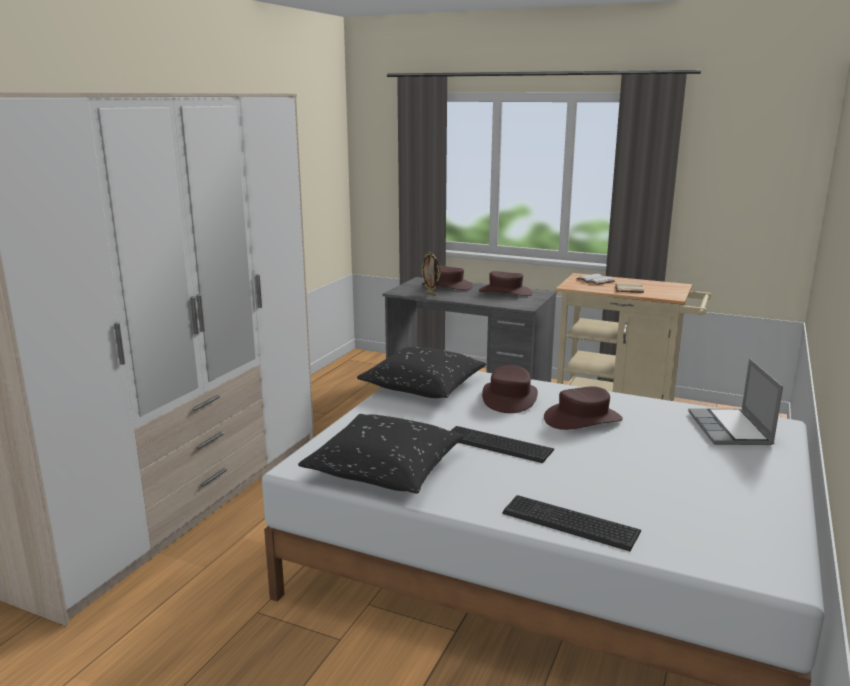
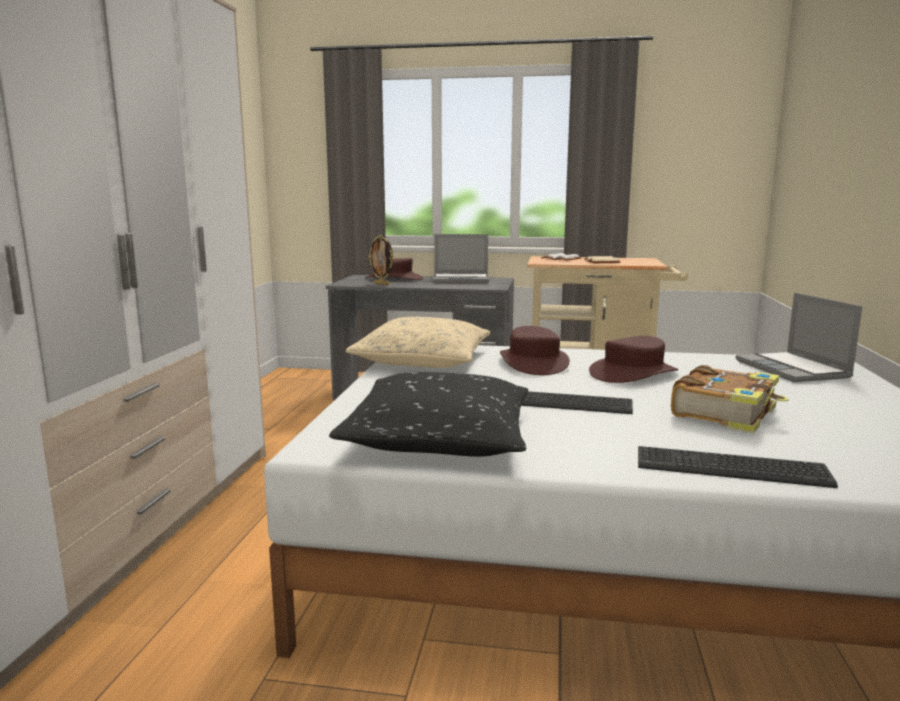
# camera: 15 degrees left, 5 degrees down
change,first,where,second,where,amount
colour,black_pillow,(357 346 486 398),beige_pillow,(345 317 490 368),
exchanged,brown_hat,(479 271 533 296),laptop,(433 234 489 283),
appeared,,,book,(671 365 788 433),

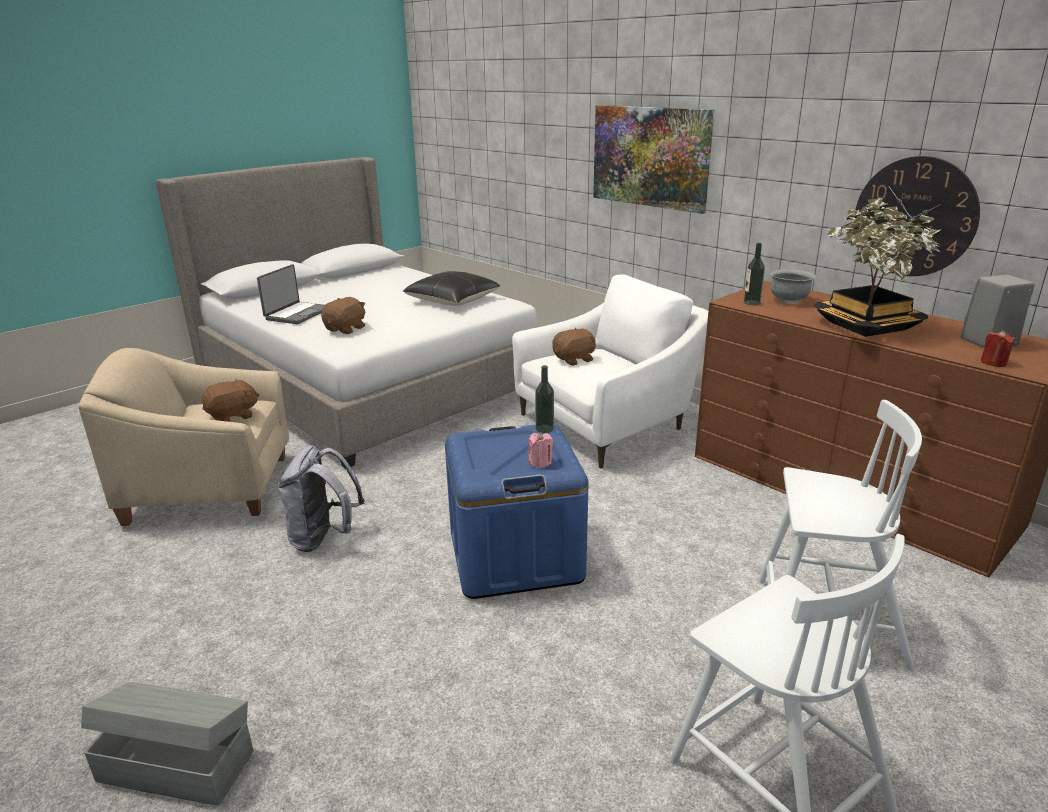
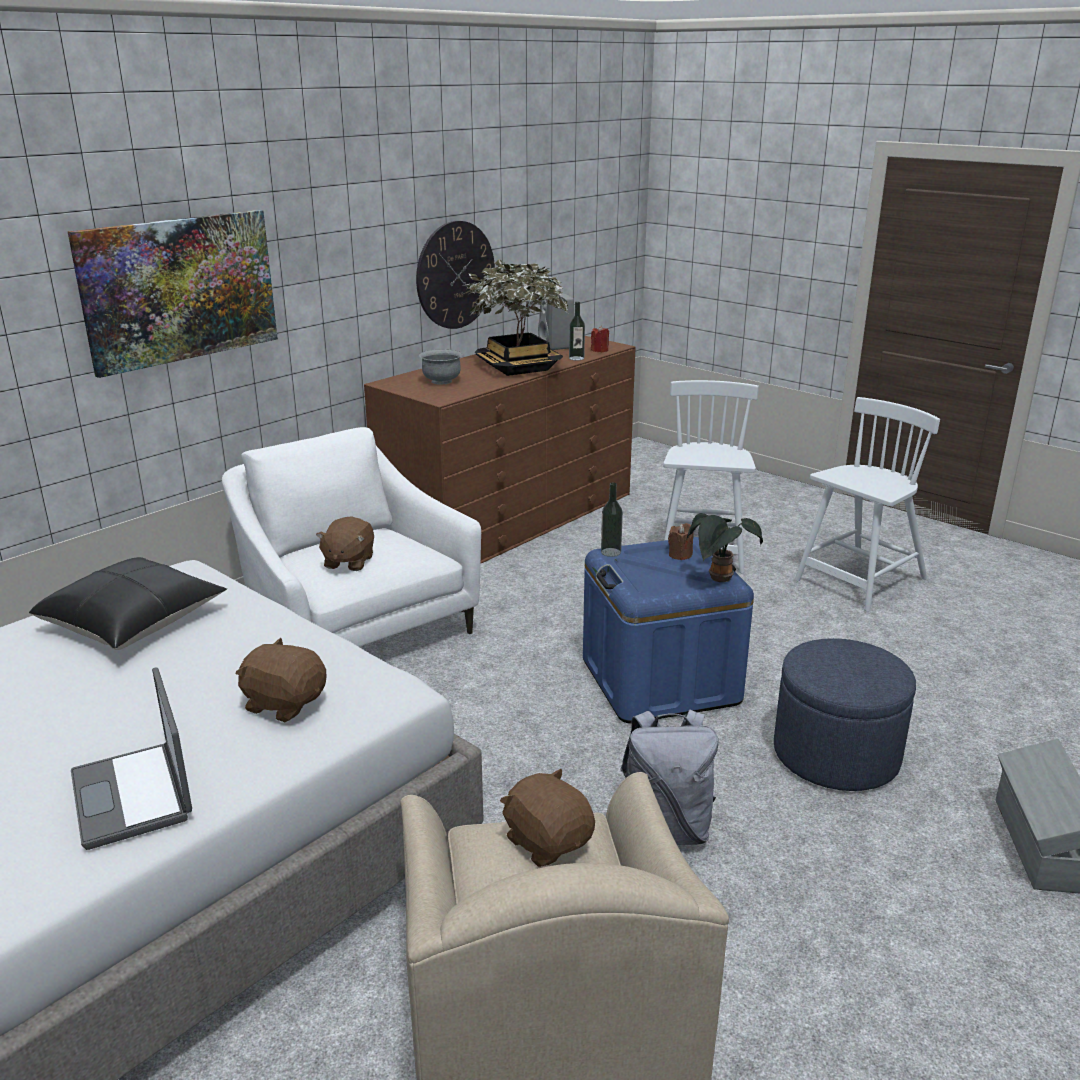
# camera: 95 degrees left, 0 degrees up
change,first,where,second,where,amount
spun,laptop,(257 264 324 324),,(71 667 192 850),135 degrees counterclockwise
colour,pink_candle,(528 432 553 468),brown_candle,(668 523 694 560),
spun,brown_plush_toy,(552 328 596 366),,(316 516 374 571),135 degrees counterclockwise
relocated,bottle,(744 243 765 305),,(569 302 585 360),
appeared,,,potted_plant,(687 513 763 582),
appeared,,,blue_ottoman,(774 638 916 791),

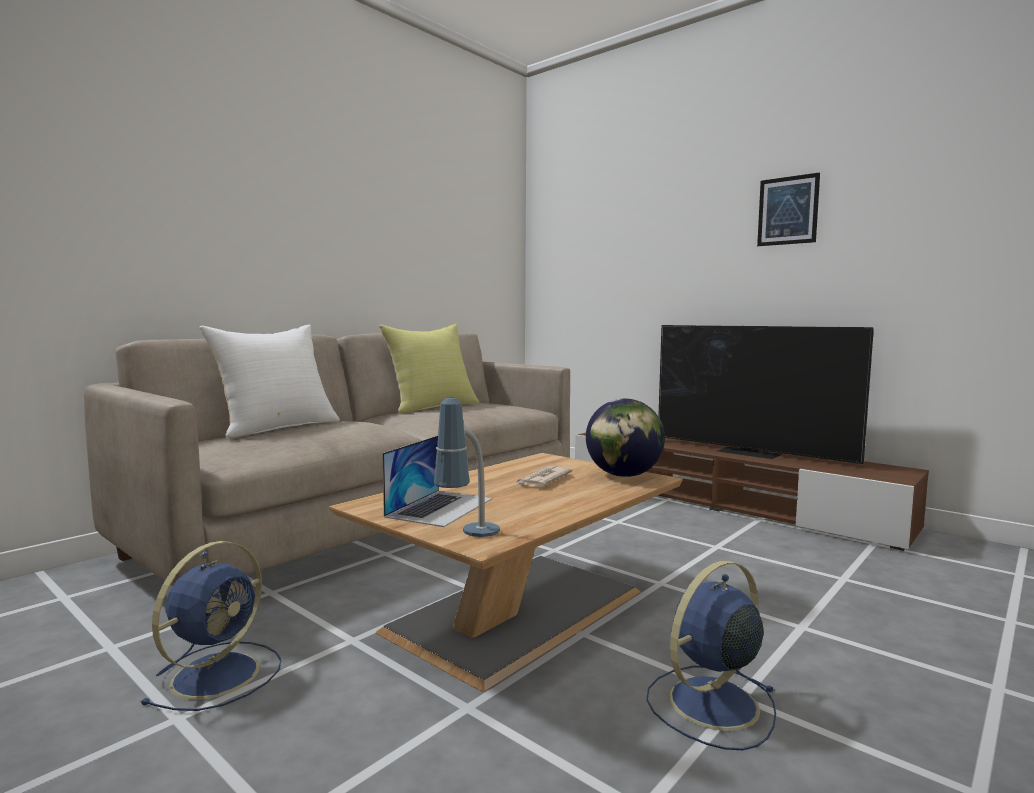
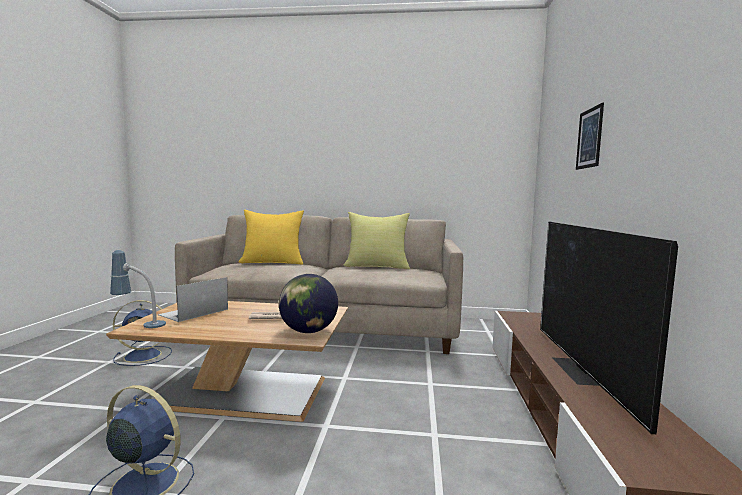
# camera: 55 degrees right, 0 degrees up
change,first,where,second,where,amount
colour,white_pillow,(199 324 340 438),yellow_pillow,(239 210 304 265),
spun,laptop,(382 436 492 527),,(158 277 228 322),135 degrees clockwise
relocated,picture,(757 172 820 246),,(576 103 604 170),

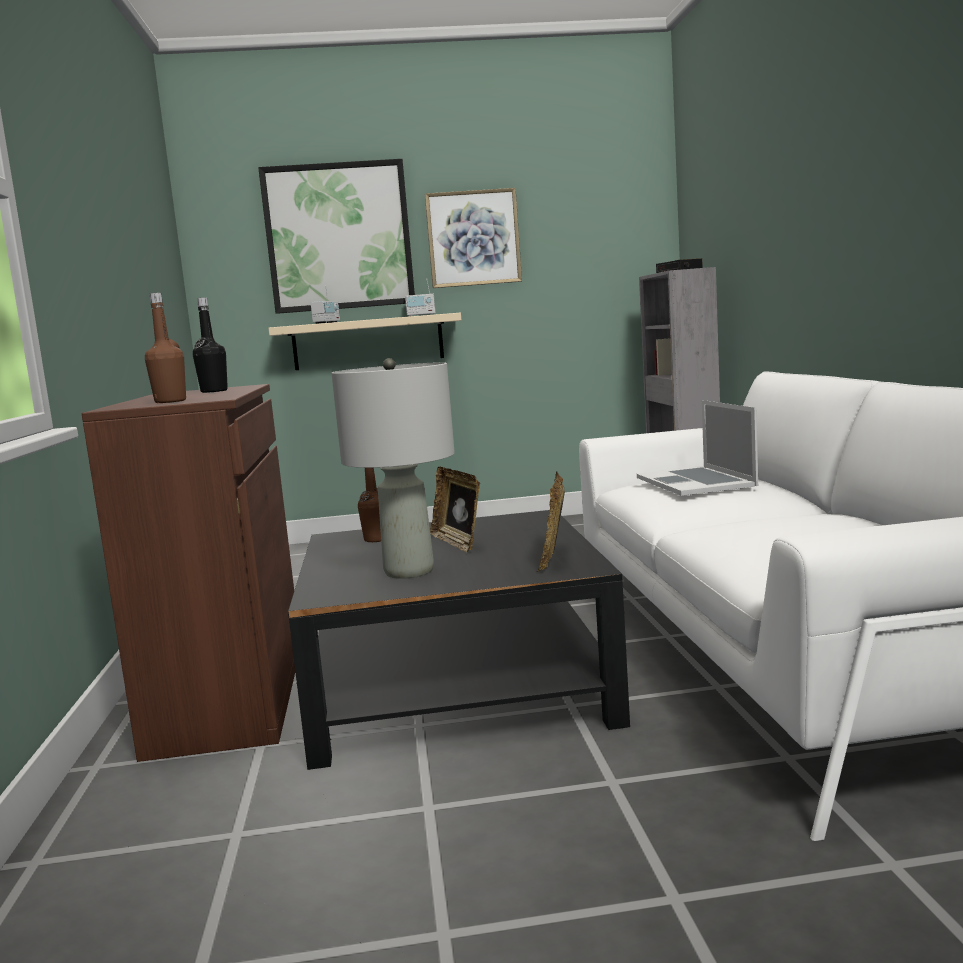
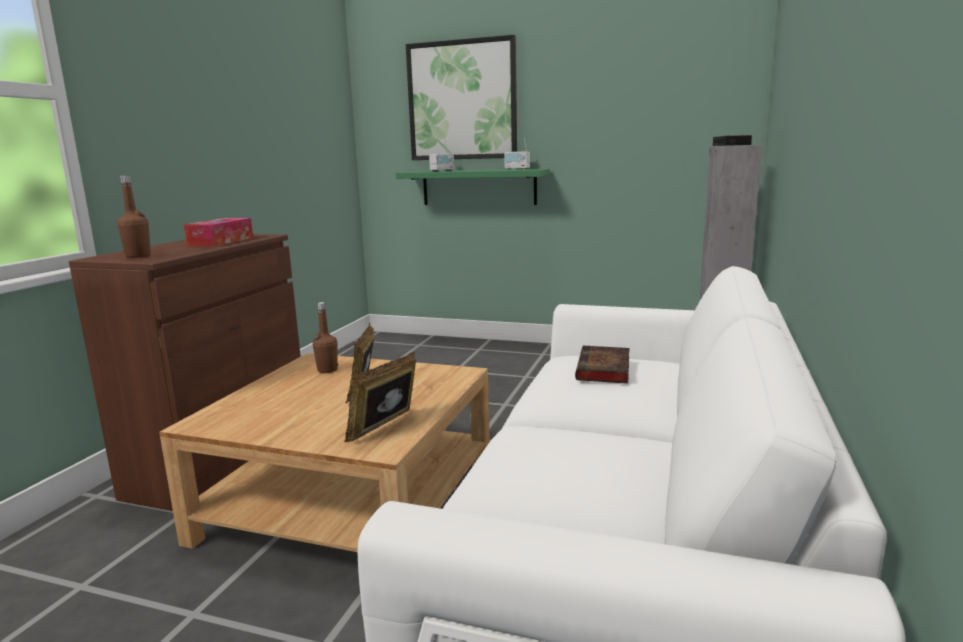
# camera: 25 degrees right, 5 degrees up
change,first,where,second,where,amount
exchanged,black_bottle,(193 298 228 393),tissue_box,(184 218 253 247),
colour,beige_shelf,(268 313 461 370),green_shelf,(396 169 550 205),
colour,black_coffee_table,(288 510 630 770),beige_coffee_table,(159 353 490 552),
missing,grey_table_lamp,(332 358 455 579),,,
missing,picture,(425 188 522 288),,,
exchanged,laptop,(637 400 758 496),book,(575 346 630 384),

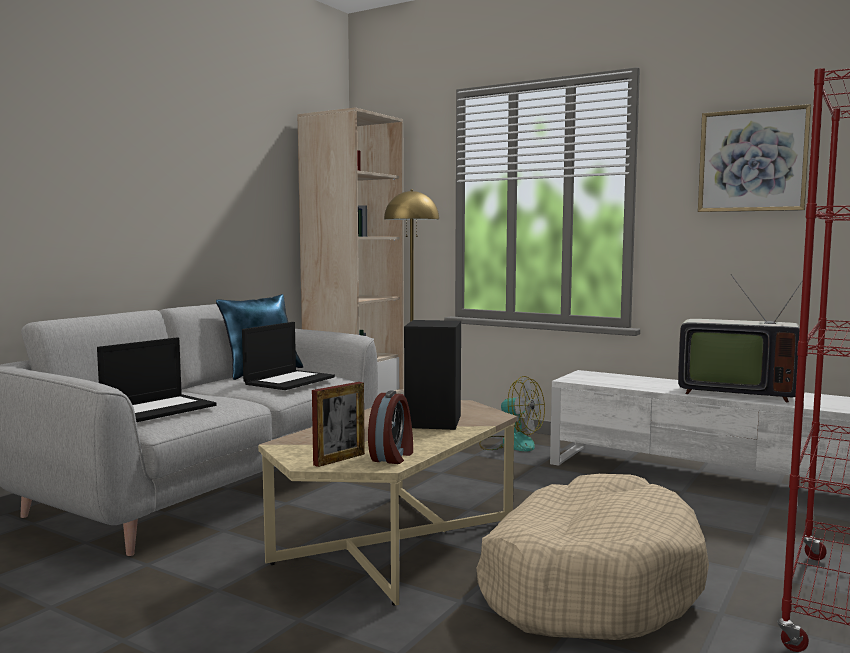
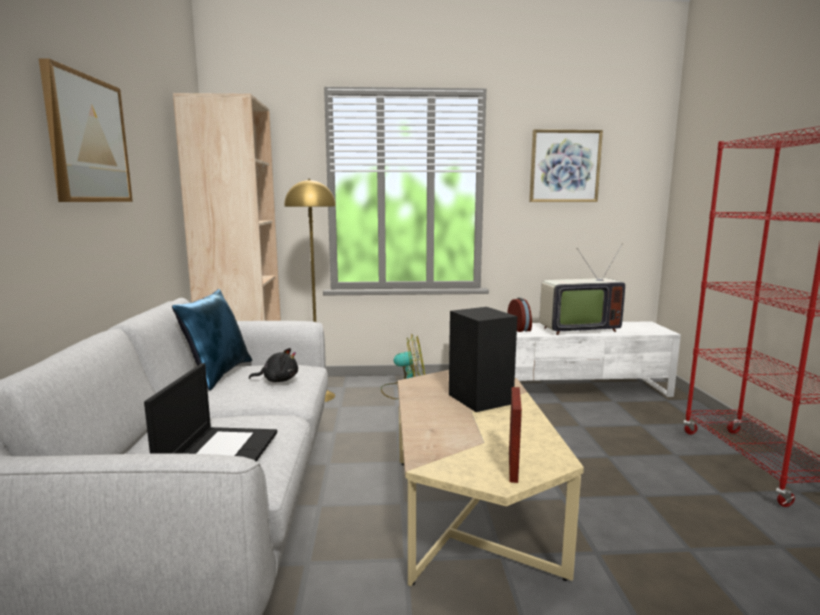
# camera: 35 degrees left, 5 degrees up
change,first,where,second,where,amount
exchanged,laptop,(242 322 335 390),black_plush_toy,(249 348 298 382),
relocated,alarm_clock,(368 390 413 464),,(507 297 532 332),
missing,beige_dog_bed,(477 474 709 640),,,
appeared,,,picture,(39 58 133 202),

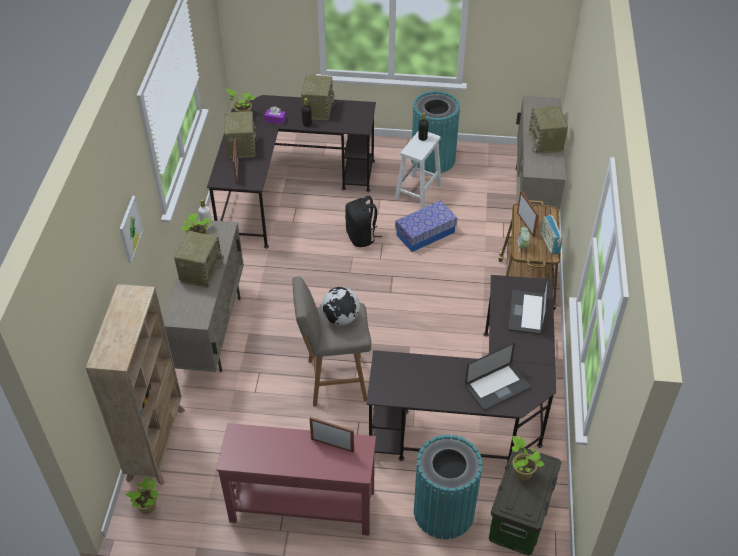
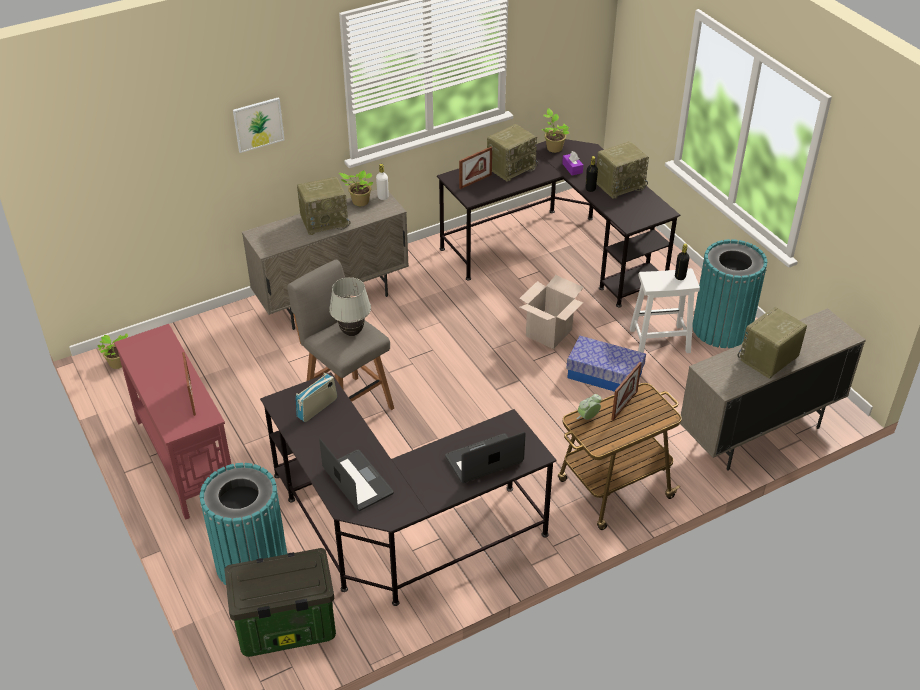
# camera: 55 degrees right, 5 degrees down
change,first,where,second,where,amount
missing,beige_bookcase,(86 284 185 485),,,
exchanged,globe,(322 287 360 325),white_table_lamp,(329 277 371 336),
exchanged,black_backpack,(345 196 382 247),cardboard_box,(519 275 584 349),
spun,laptop,(465 343 530 410),,(319 439 394 511),150 degrees counterclockwise
missing,potted_plant,(512 436 544 480),,,
relocated,radio,(540 215 563 255),,(296 373 337 422),

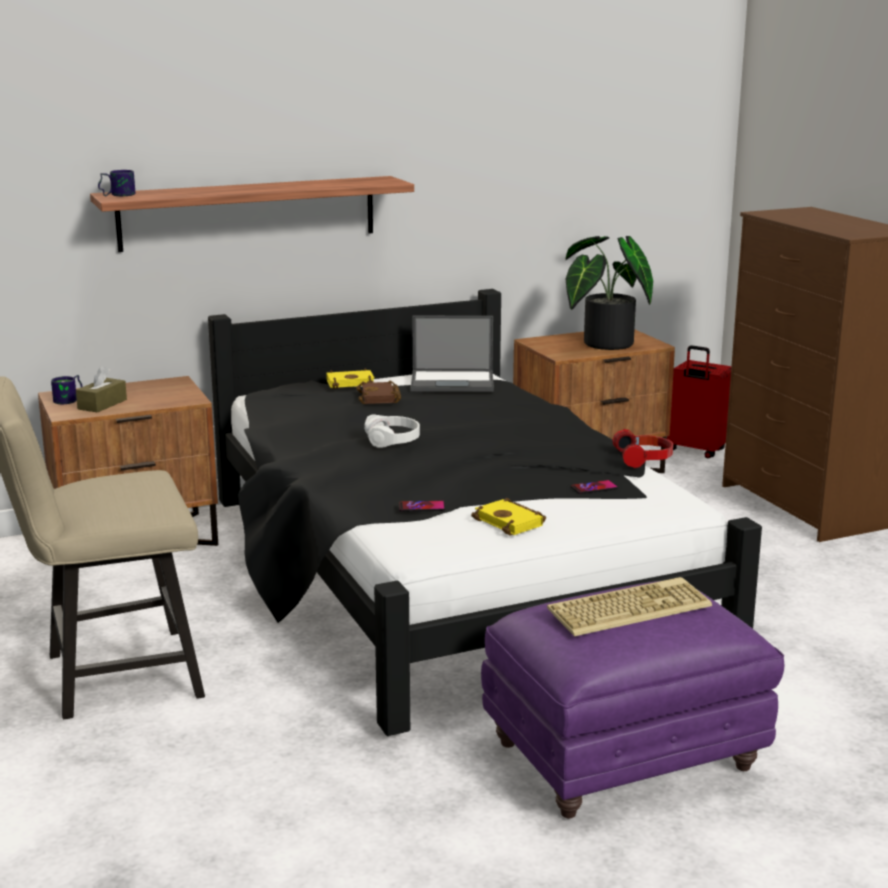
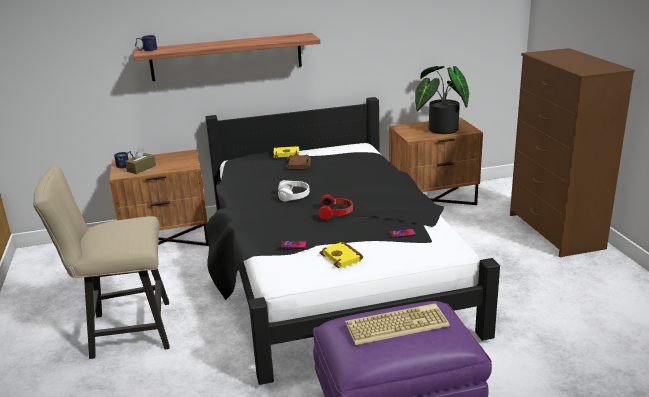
# camera: 10 degrees right, 5 degrees up
change,first,where,second,where,amount
missing,laptop,(410 316 494 392),,,
relocated,headphones,(612 429 673 468),,(318 194 353 220),
missing,red_suitcase,(667 345 731 458),,,

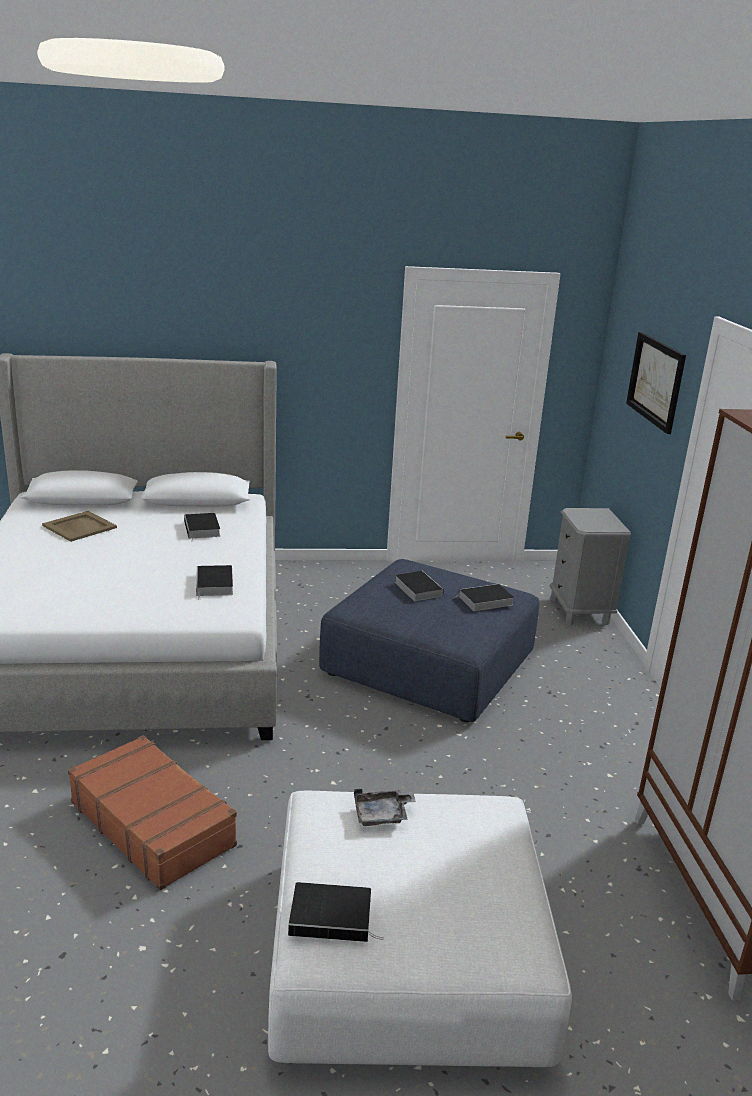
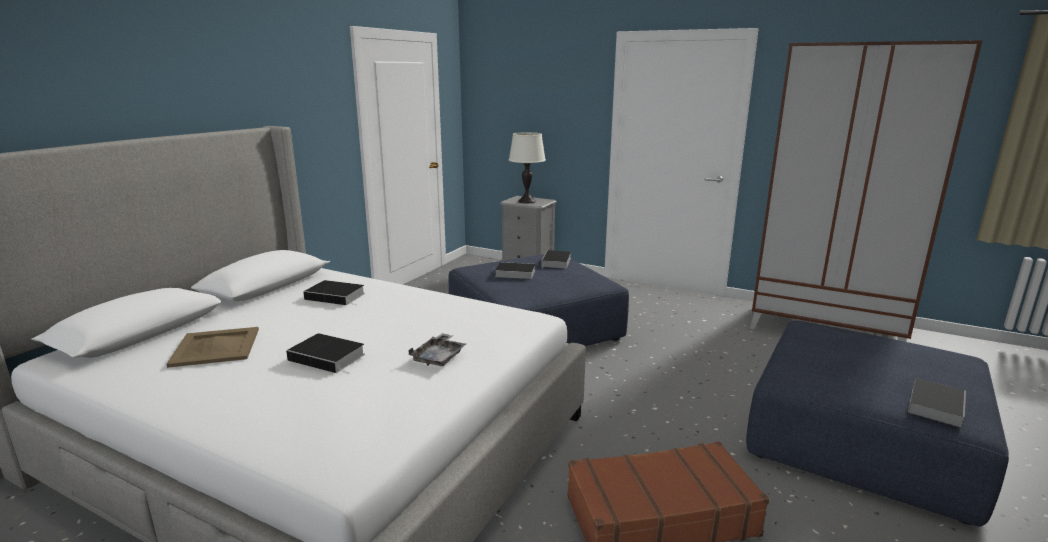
# camera: 55 degrees left, 5 degrees down
change,first,where,second,where,amount
relocated,book,(196 565 233 600),,(286 333 365 374),
colour,white_ottoman,(268 791 572 1067),blue_ottoman,(746 320 1009 527),
relocated,grey_tray,(354 789 416 826),,(408 333 466 366),
missing,picture,(626 332 686 434),,,
appeared,,,white_table_lamp,(509 132 546 203),

